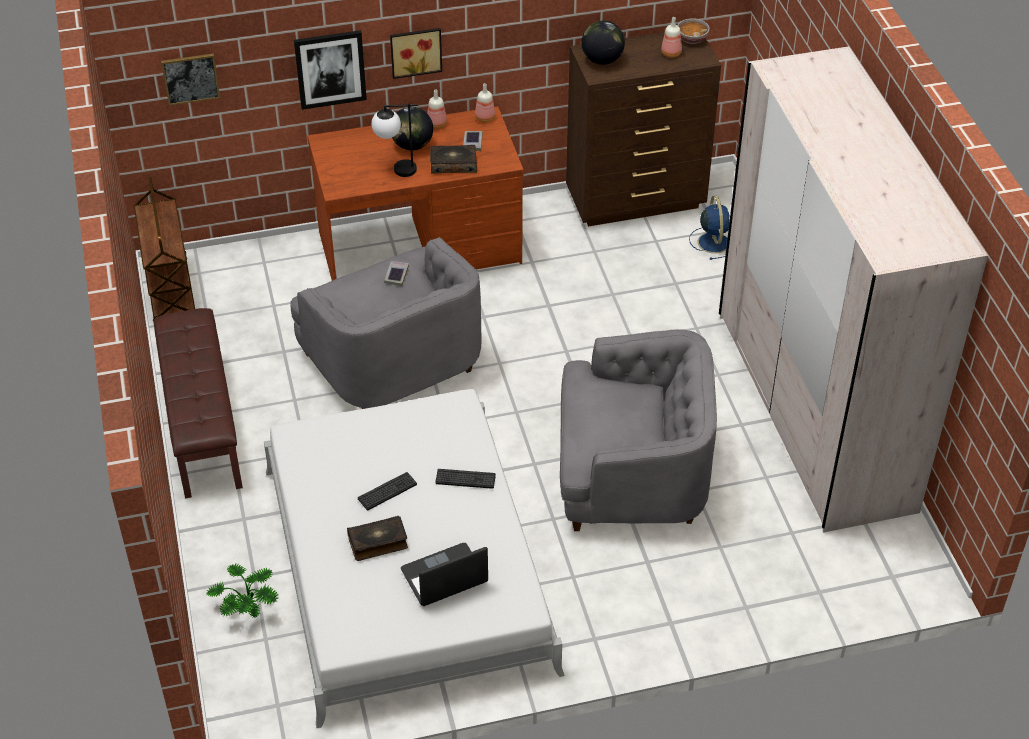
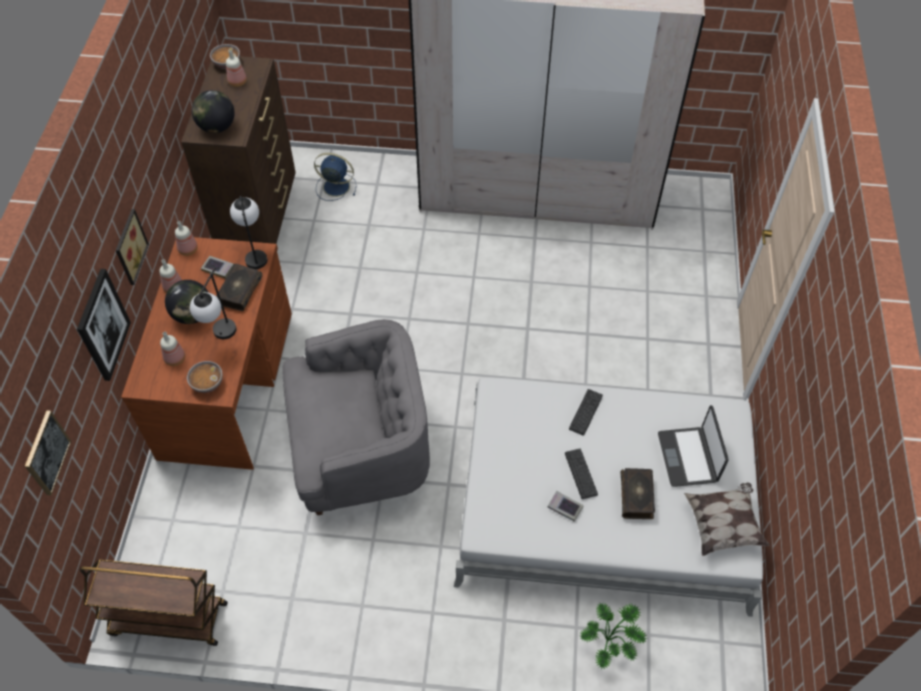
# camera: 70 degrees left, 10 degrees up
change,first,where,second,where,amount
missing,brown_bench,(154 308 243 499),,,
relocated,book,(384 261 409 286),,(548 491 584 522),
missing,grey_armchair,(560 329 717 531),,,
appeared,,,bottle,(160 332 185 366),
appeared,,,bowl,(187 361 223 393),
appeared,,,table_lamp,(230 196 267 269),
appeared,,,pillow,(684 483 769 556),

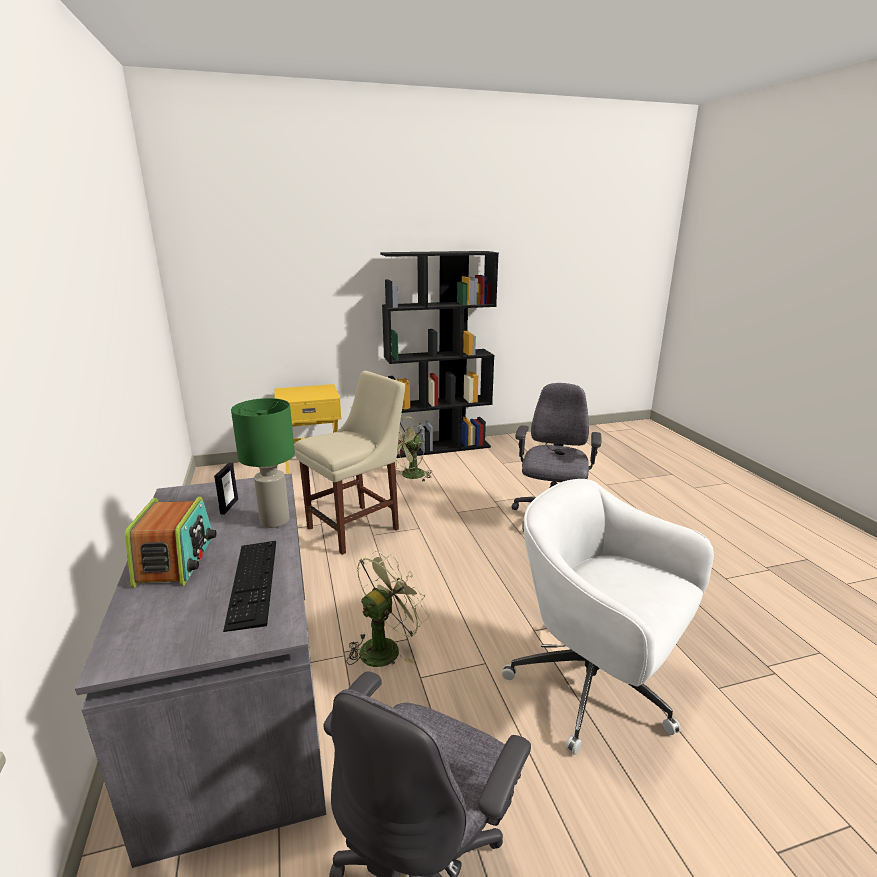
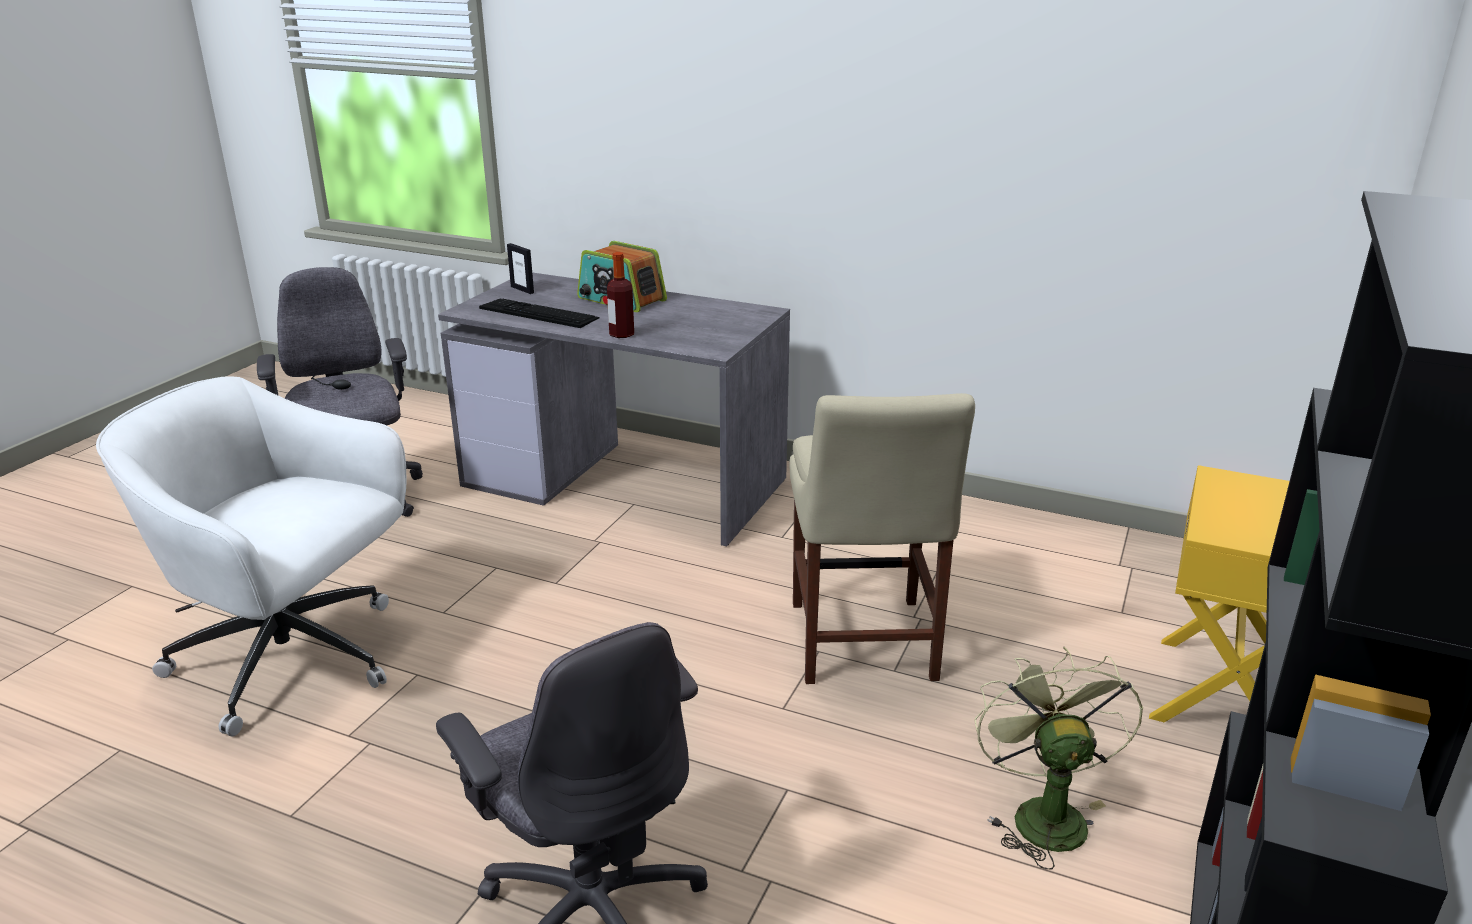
# camera: 130 degrees right, 5 degrees up
change,first,where,second,where,amount
relocated,picture_frame,(214 463 238 515),,(507 243 534 294),
exchanged,green_table_lamp,(231 398 295 528),bottle,(607 252 634 338),
missing,green_fan,(347 551 429 667),,,
spun,white_office_chair,(502 479 714 755),,(96 376 406 736),150 degrees counterclockwise

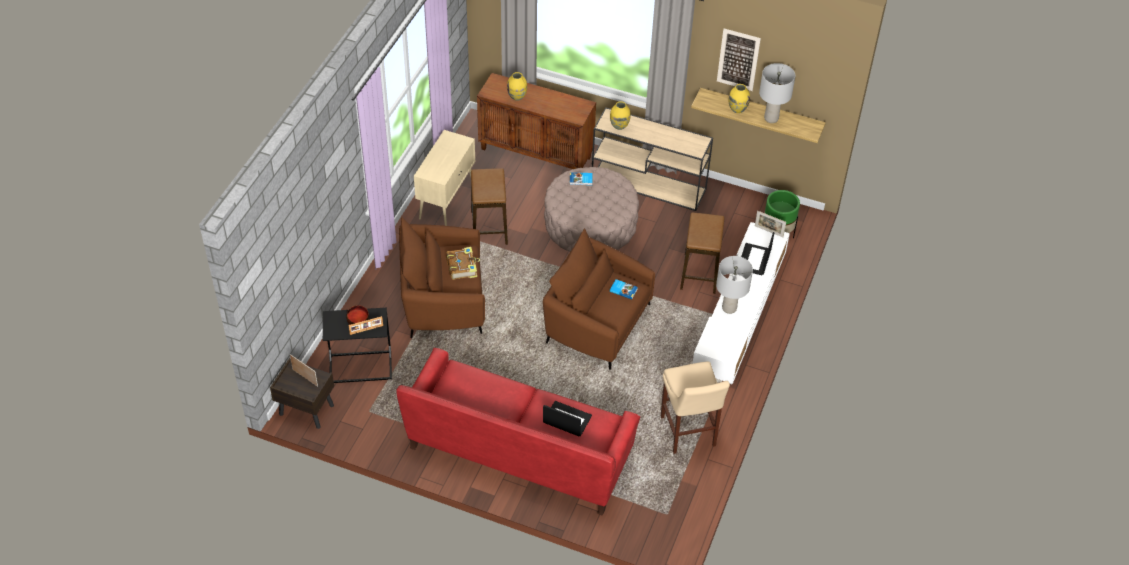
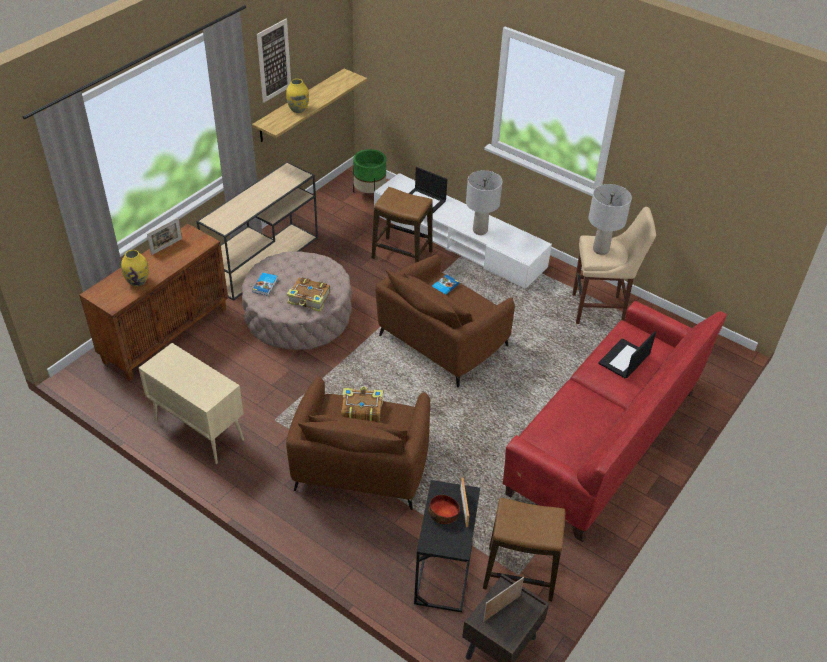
# camera: 75 degrees left, 5 degrees down
change,first,where,second,where,amount
relocated,stool,(471 168 508 245),,(483 498 565 602),
missing,yellow_vase,(610 101 630 130),,,
relocated,picture_frame,(755 211 786 237),,(147 218 182 255),
relocated,grey_table_lamp,(759 63 795 123),,(588 184 632 255),
appeared,,,book,(287 277 330 312),

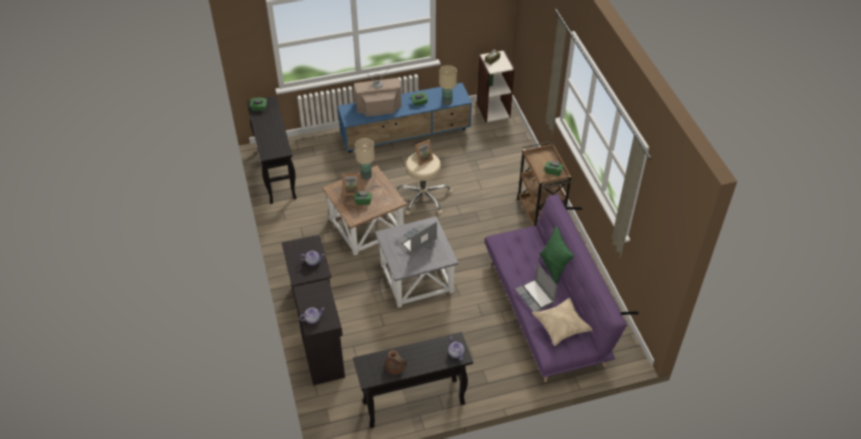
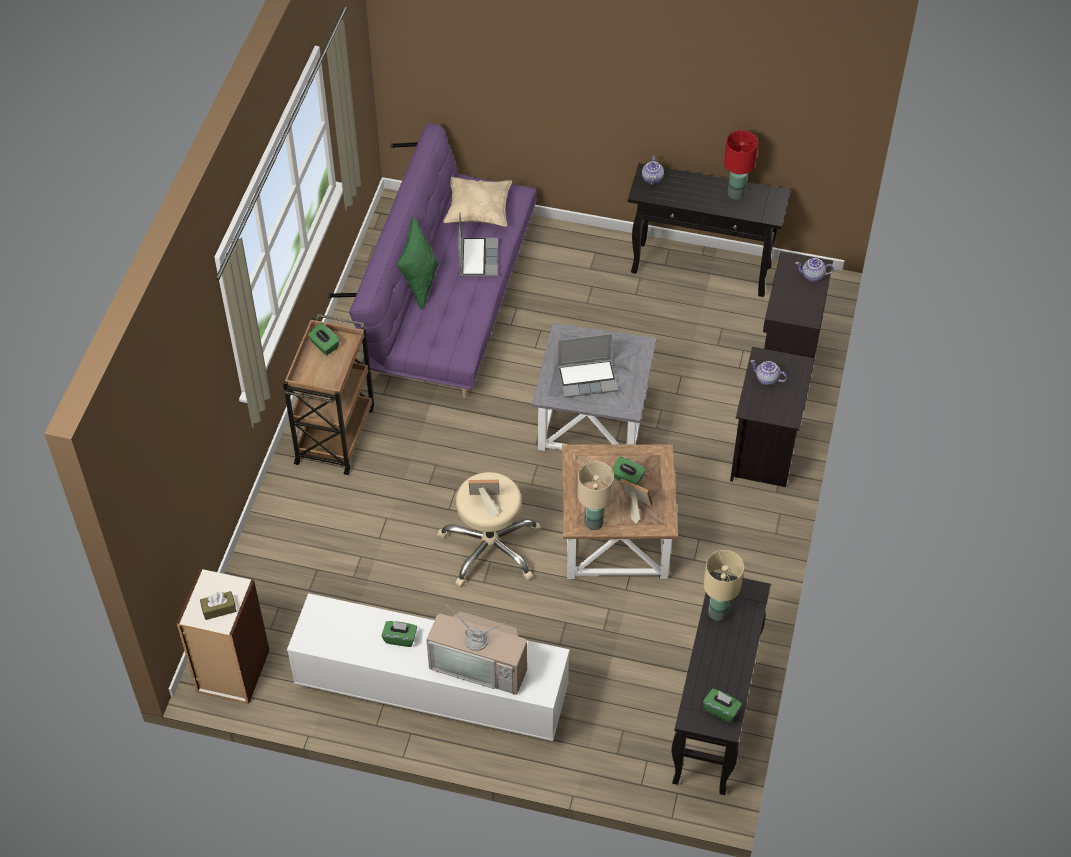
# camera: 150 degrees left, 5 degrees up
change,first,where,second,where,amount
colour,blue_tv_stand,(337 83 472 153),white_tv_stand,(287 593 570 741),
exchanged,brown_teapot,(385 350 407 374),red_table_lamp,(724 130 758 200),
relocated,beige_table_lamp,(439 65 457 105),,(704 550 744 621),

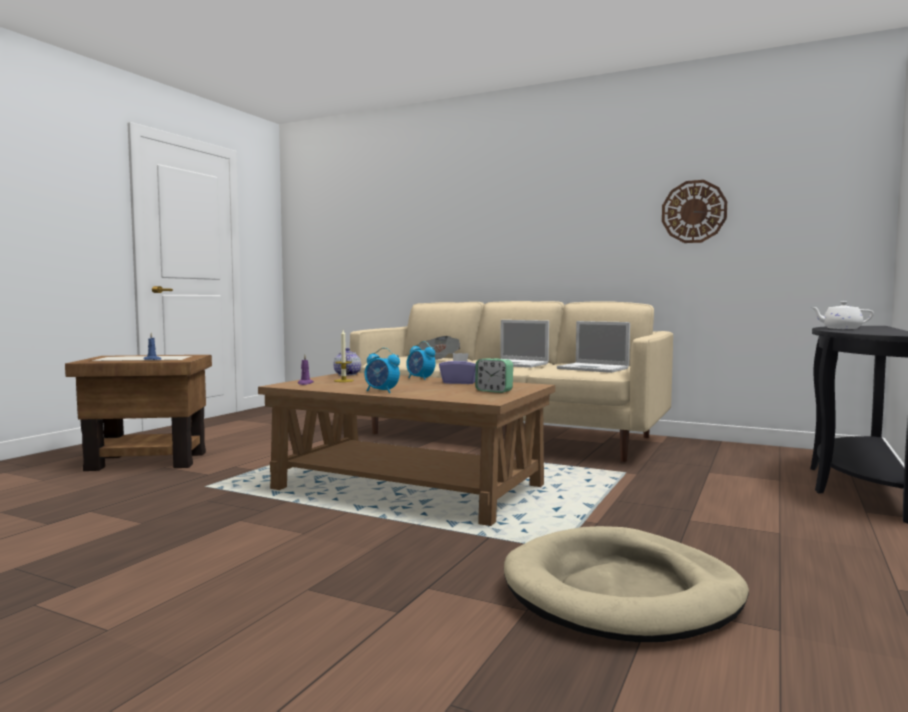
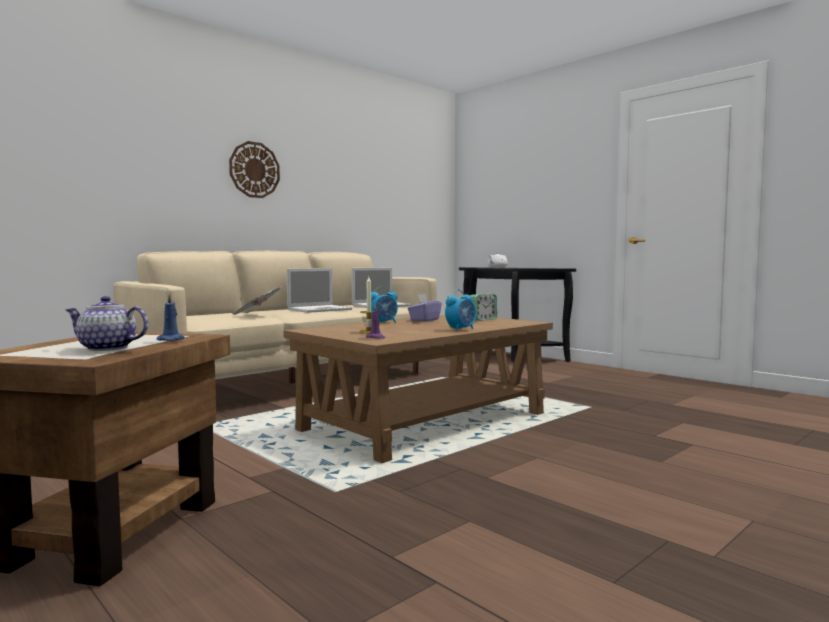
# camera: 70 degrees left, 0 degrees up
change,first,where,second,where,amount
relocated,teapot,(334 348 361 376),,(66 296 148 351),
missing,beige_dog_bed,(504 526 749 642),,,
relocated,wall_clock,(662 180 727 243),,(229 141 280 198),

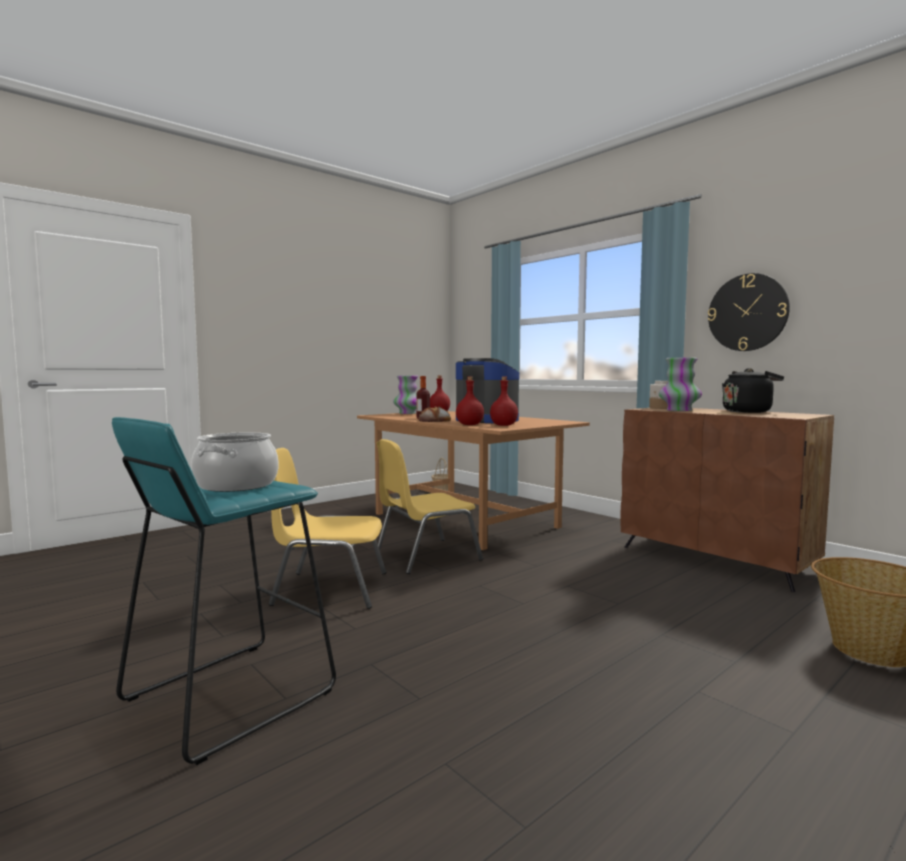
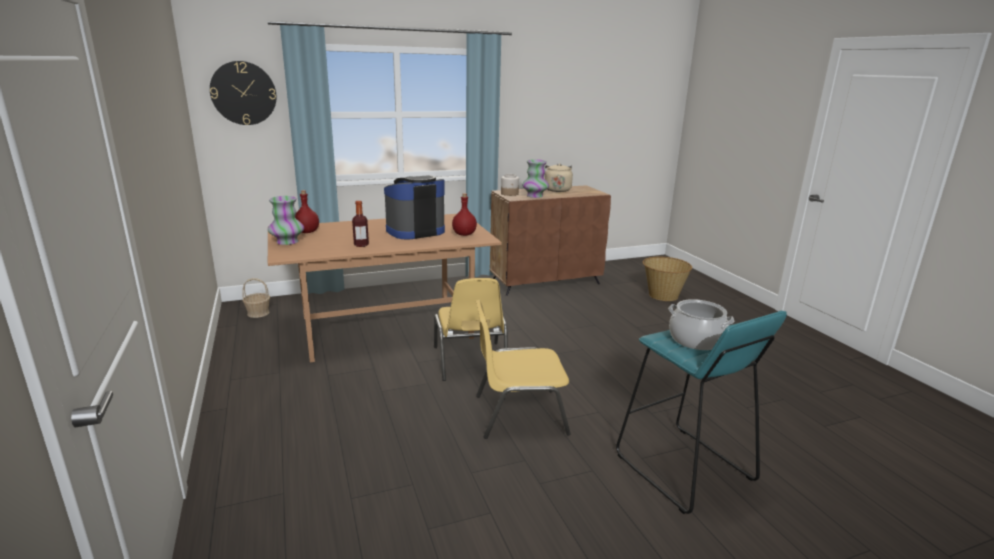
# camera: 70 degrees left, 15 degrees up
change,first,where,second,where,amount
spun,yellow_chair,(269 448 386 609),,(476 300 571 439),60 degrees clockwise
missing,bread,(418 406 451 422),,,
missing,red_bottle,(456 376 484 425),,,
relocated,wall_clock,(708 273 790 351),,(210 61 276 125),
colour,black_kettle,(722 368 784 413),beige_kettle,(544 163 573 192),

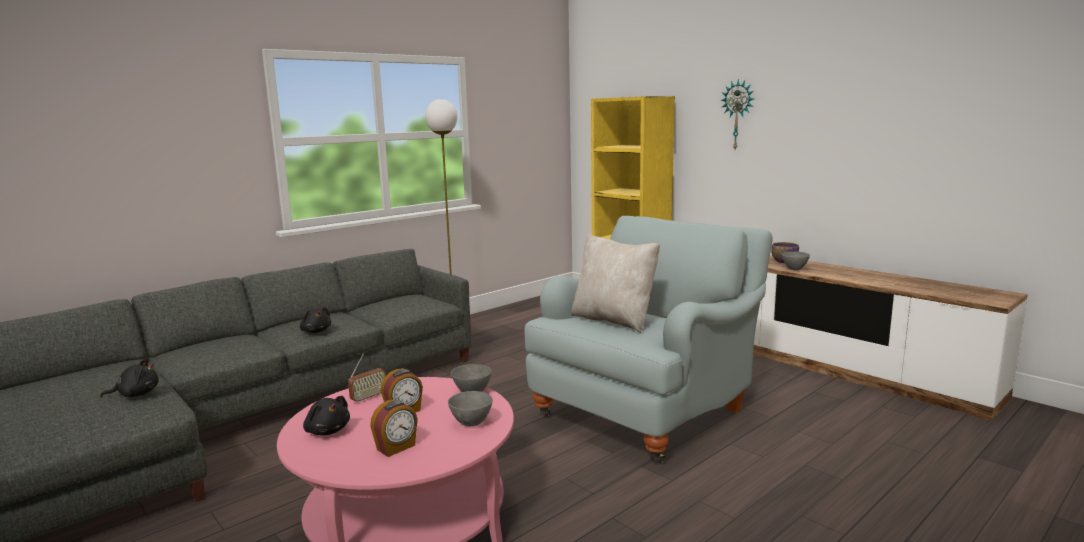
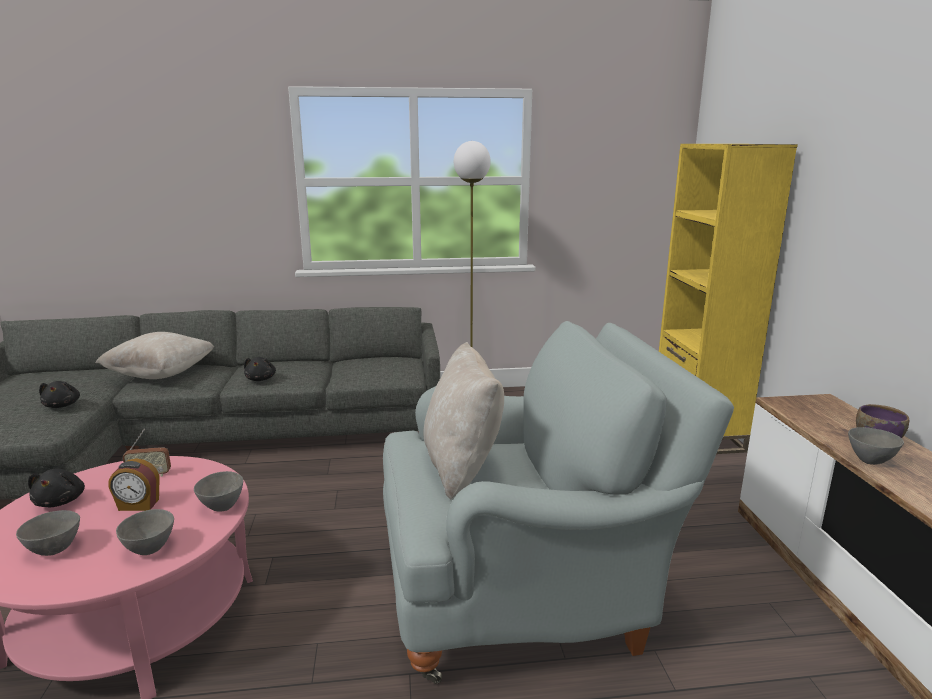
# camera: 35 degrees right, 5 degrees up
change,first,where,second,where,amount
spun,black_plush_toy,(100 359 159 398),,(39 381 80 408),60 degrees clockwise
exchanged,alarm_clock,(370 400 418 457),grey_bowl,(16 510 80 556),
missing,wall_clock,(721 79 754 149),,,
appeared,,,beige_pillow,(96 332 214 379),

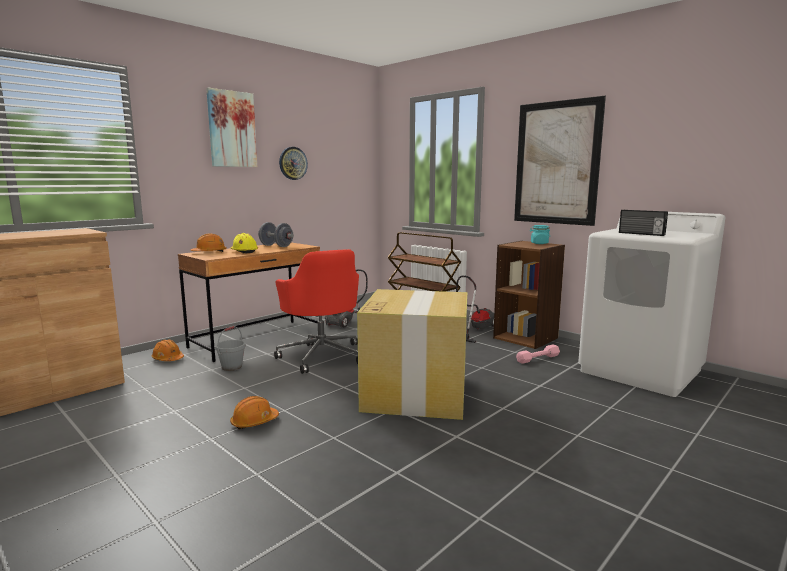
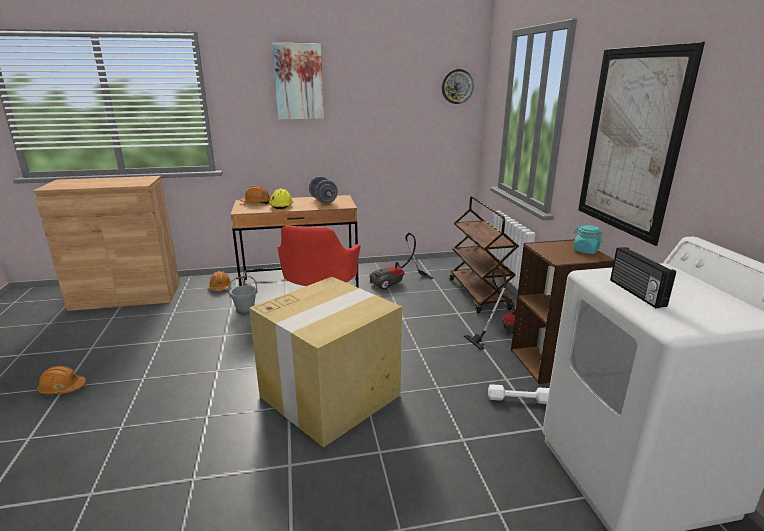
# camera: 35 degrees right, 10 degrees up
change,first,where,second,where,amount
relocated,orange_hard_hat,(230 396 279 429),,(37 366 86 394),
relocated,wall_clock,(279 147 308 180),,(442 69 474 104),
colour,pink_dumbbell,(516 344 560 364),white_dumbbell,(488 384 549 404),

